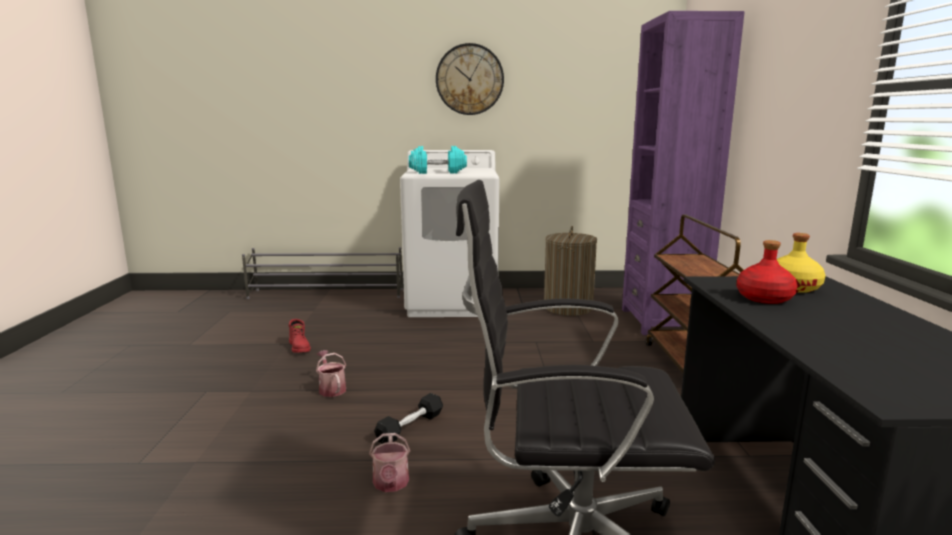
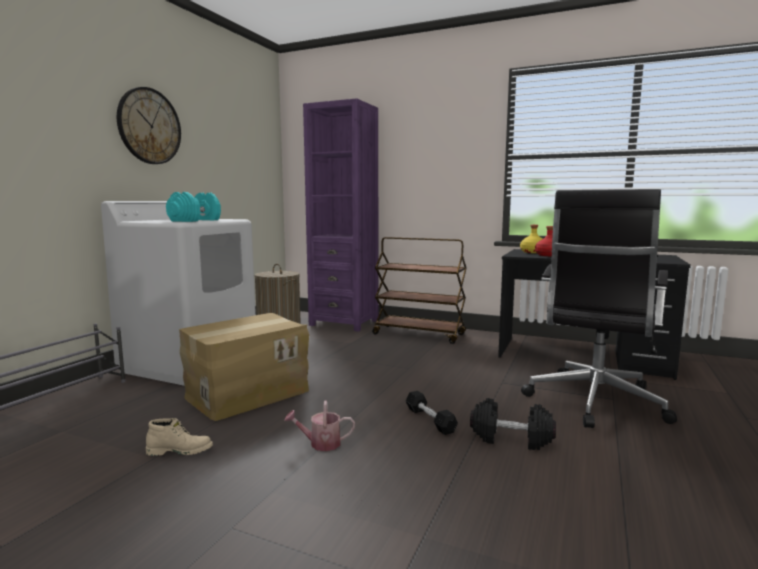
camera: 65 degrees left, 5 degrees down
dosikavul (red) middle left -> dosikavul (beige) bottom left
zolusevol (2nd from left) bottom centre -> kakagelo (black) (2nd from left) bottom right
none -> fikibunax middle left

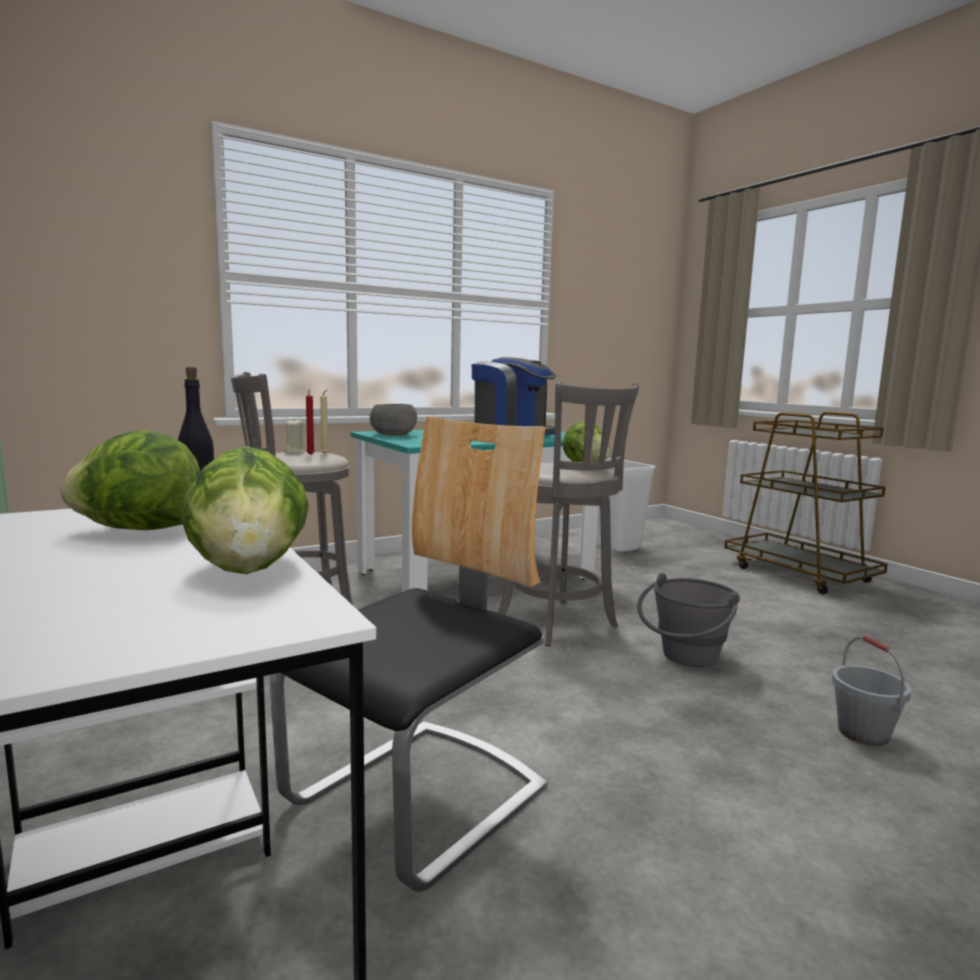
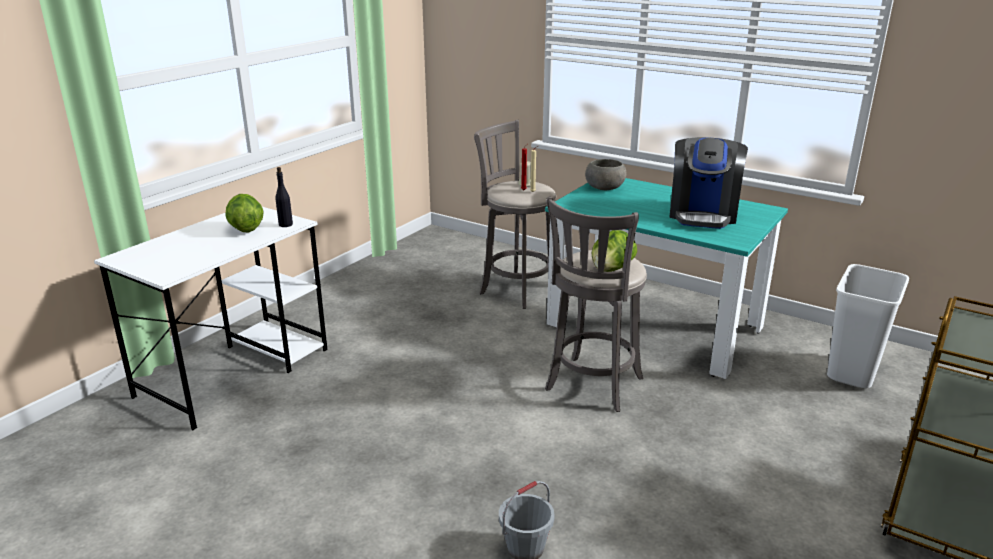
camera: 65 degrees right, 15 degrees up
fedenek (2nd from left) middle left -> none
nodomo bottom centre -> none
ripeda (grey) (1st from left) middle right -> none

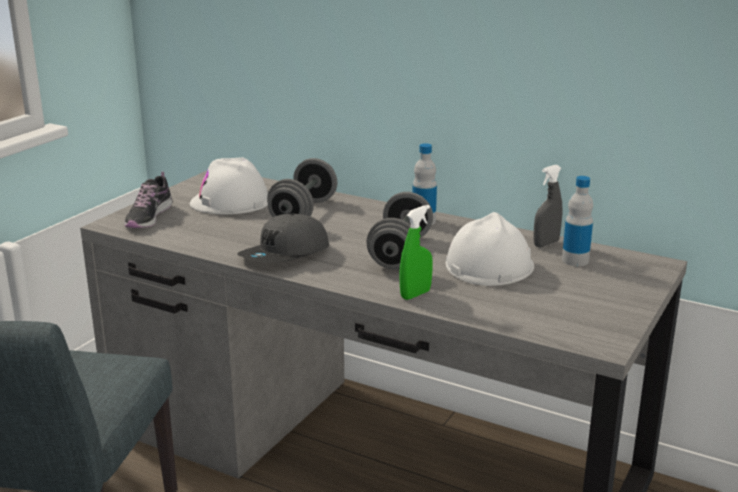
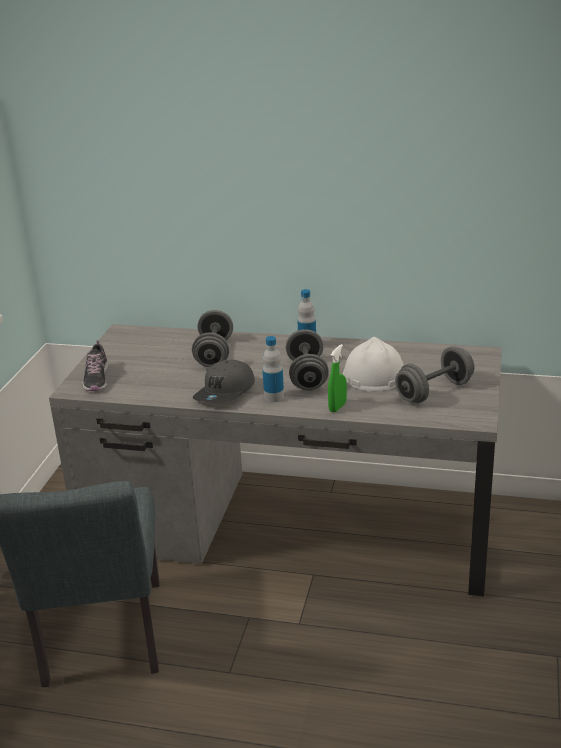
camera: 15 degrees left, 5 degrees up
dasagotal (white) (1st from left) middle left -> none
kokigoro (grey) middle right -> none
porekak (2nd from left in the first image) middle right -> porekak (1st from left) centre, moved
none -> kakagelo (grey) (3rd from left) middle right

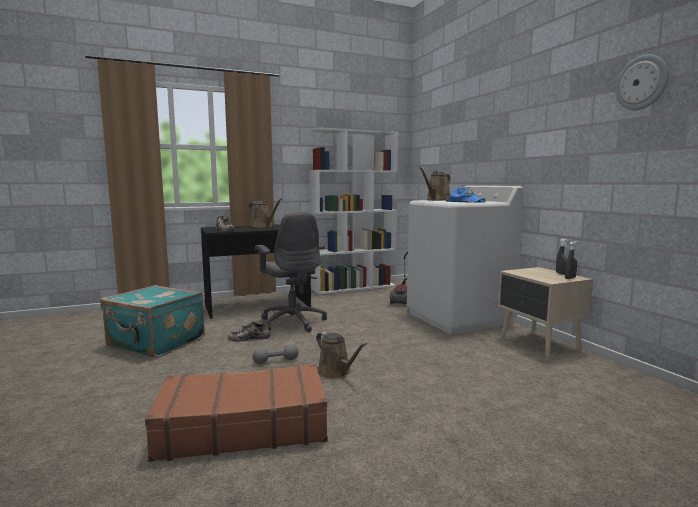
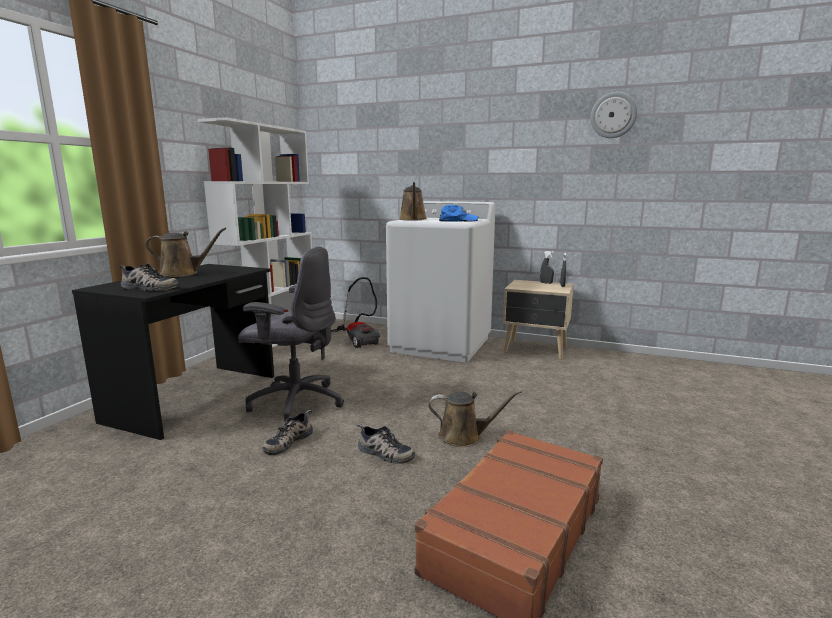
camera: 45 degrees left, 5 degrees up
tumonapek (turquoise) middle left -> none
kakagelo (grey) bottom centre -> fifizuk (3rd from left) bottom centre

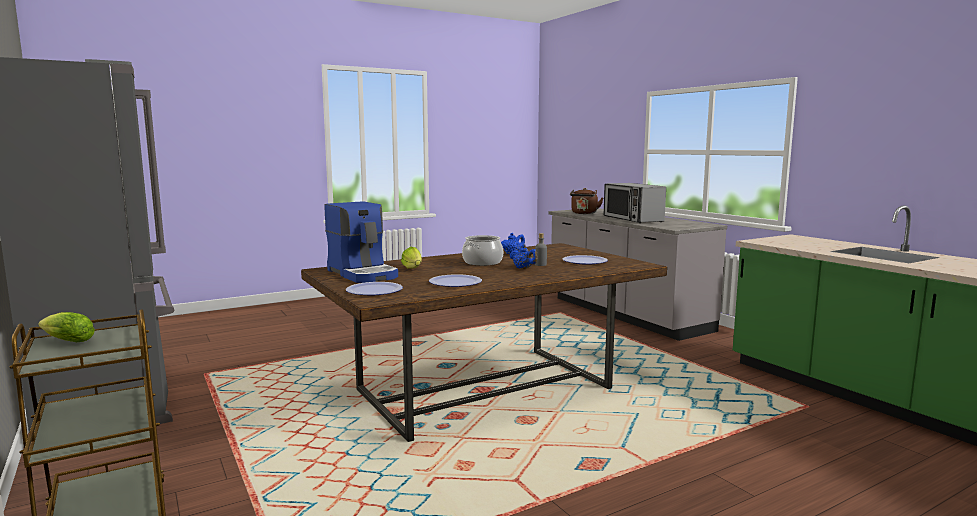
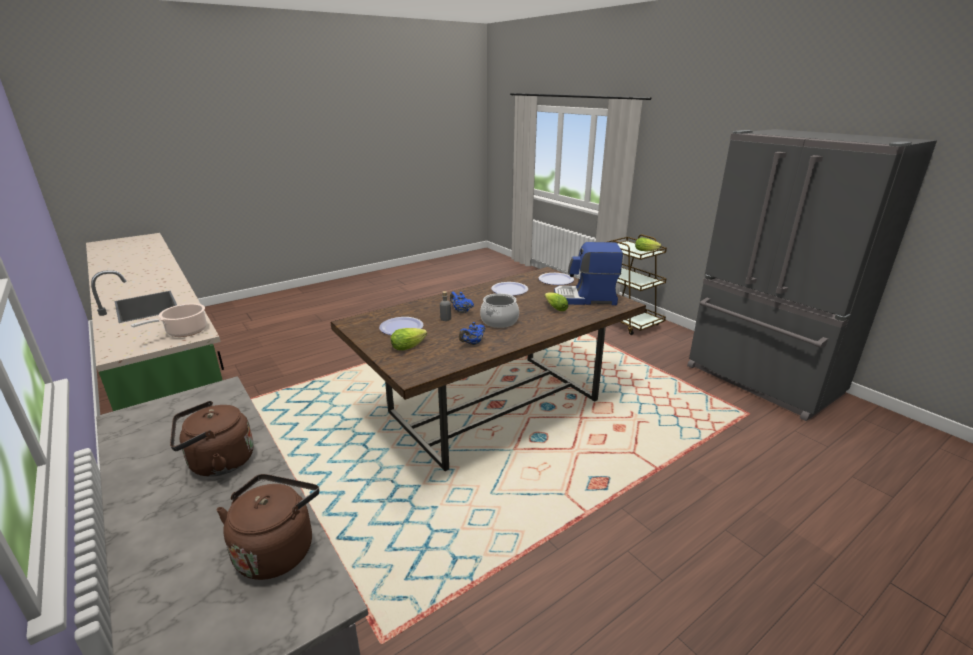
camera: 175 degrees right, 15 degrees up
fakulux centre, 45 degrees counterclockwise
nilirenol centre -> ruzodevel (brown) (1st from left) bottom left
none -> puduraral (1st from left) middle left
none -> fedenek (1st from left) centre

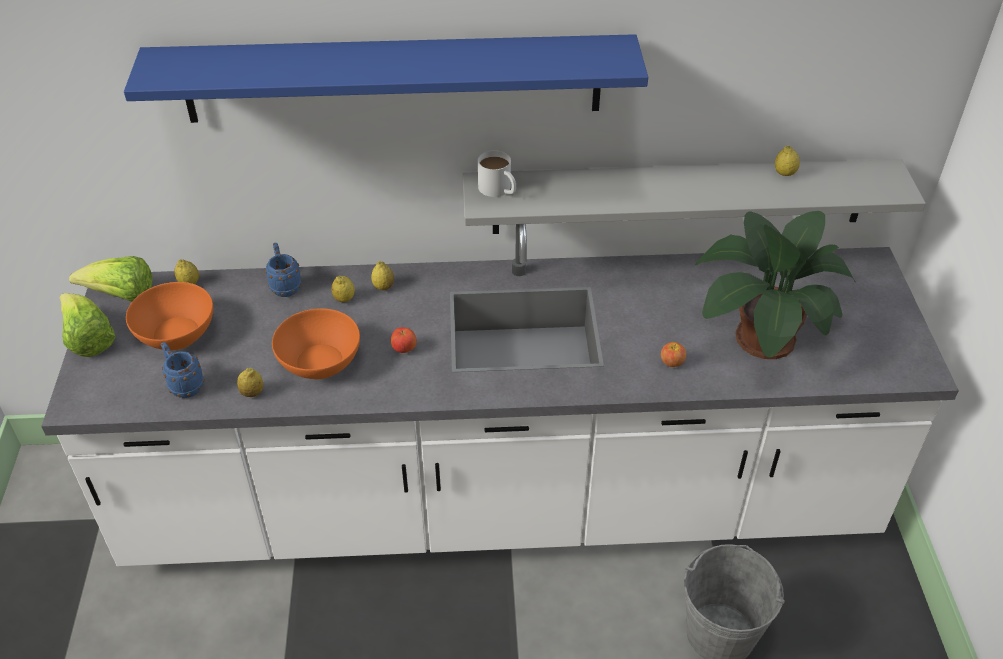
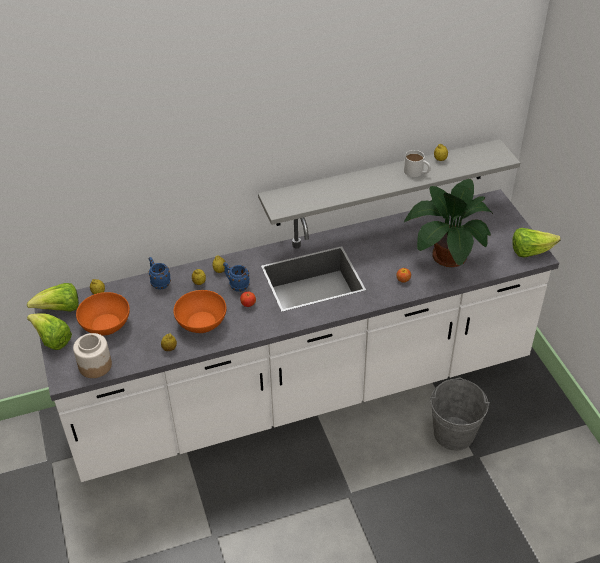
camera: 15 degrees left, 0 degrees up
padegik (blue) top centre -> none
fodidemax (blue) (1st from left in the first image) middle left -> fodidemax (blue) (2nd from left) centre, moved
fodidemax (white) top centre -> fodidemax (white) top right, moved
none -> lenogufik middle left
none -> fedenek (3rd from left) middle right

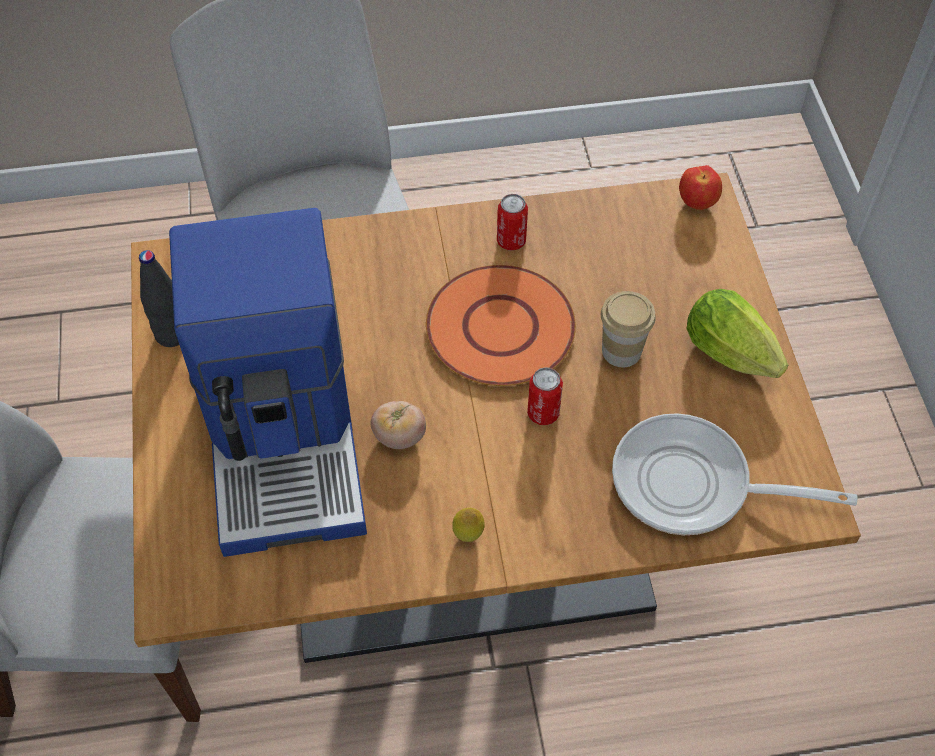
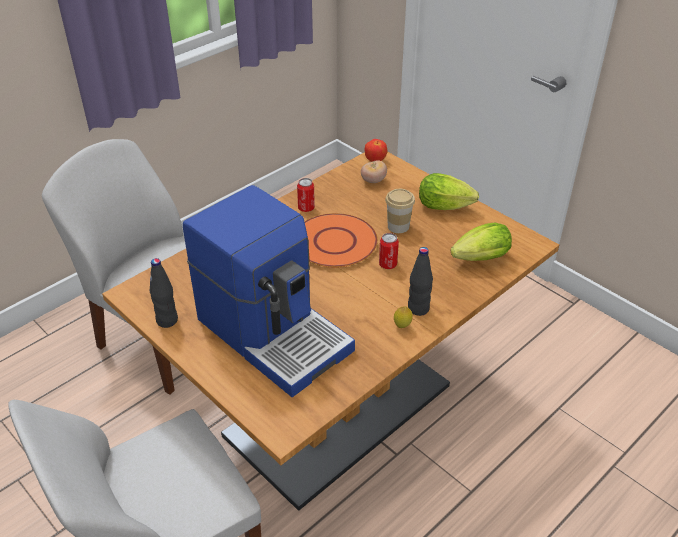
camera: 35 degrees left, 15 degrees down
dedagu centre -> dedagu top centre, moved
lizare middle right -> fedenek (2nd from left) middle right
none -> porekak (black) (2nd from left) centre

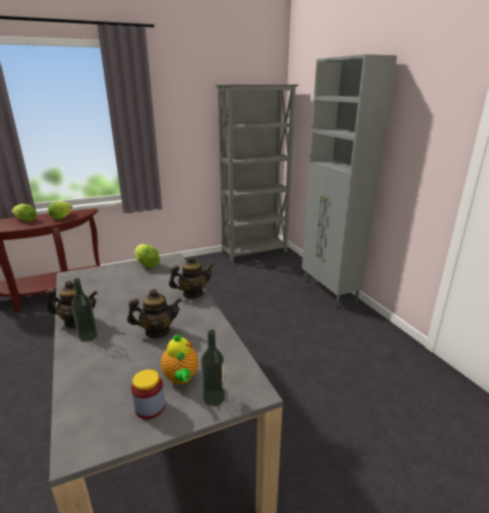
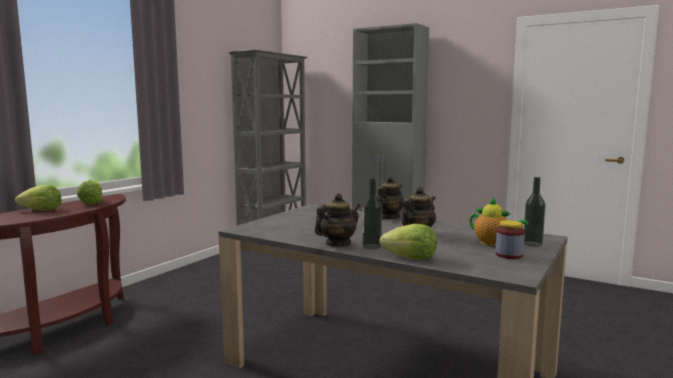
camera: 35 degrees left, 15 degrees down
fedenek (3rd from left) middle left -> fedenek (3rd from left) centre, moved

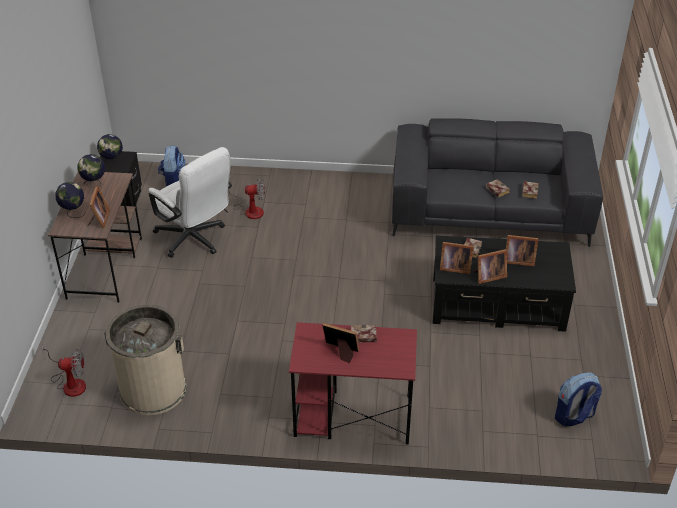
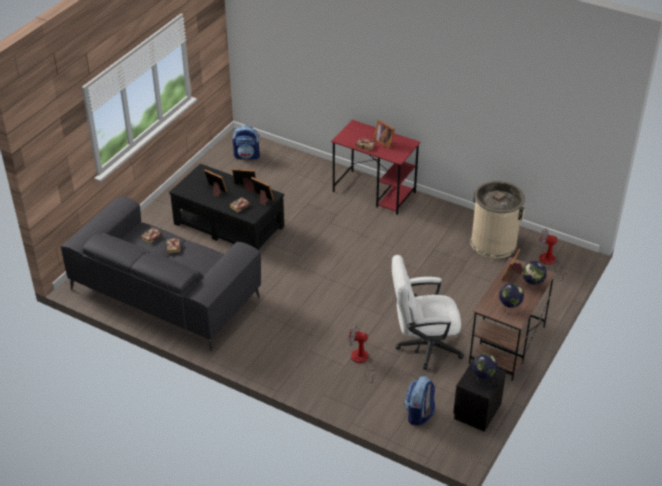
camera: 155 degrees left, 0 degrees up
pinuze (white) middle left -> pinuze (white) centre, 75 degrees counterclockwise

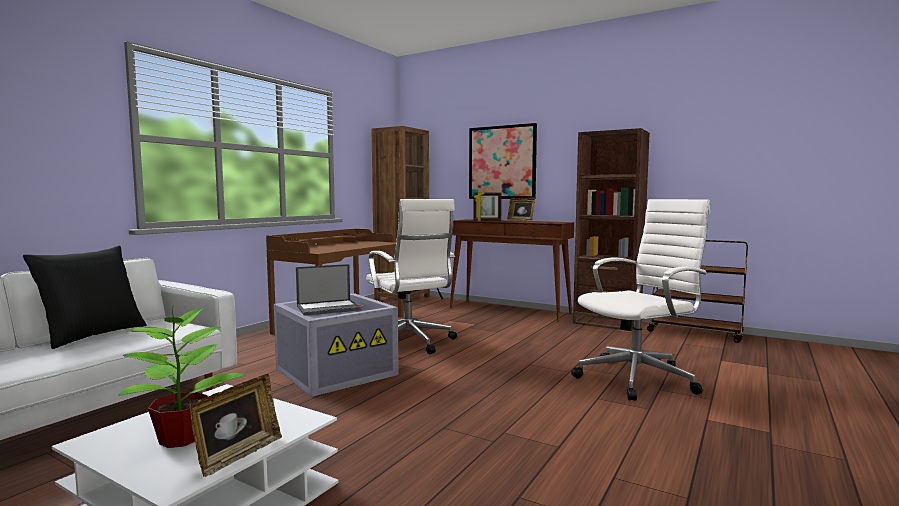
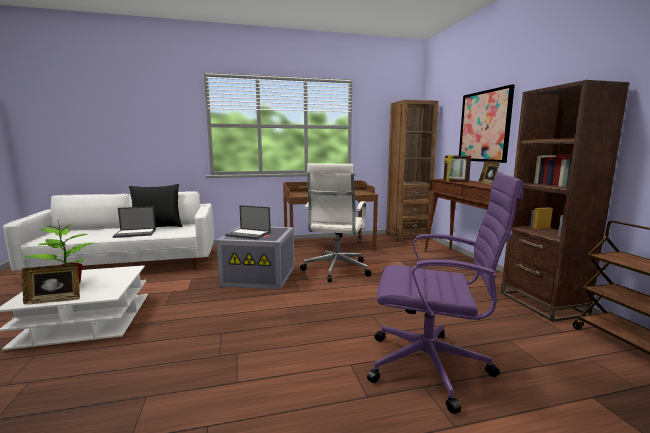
camera: 45 degrees right, 5 degrees up
pinuze (white) (2nd from left) middle right -> pinuze (purple) bottom right
none -> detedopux (1st from left) middle left

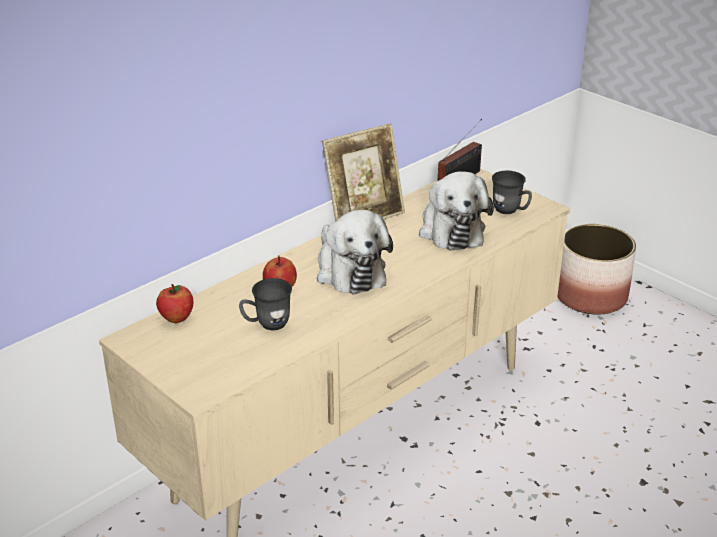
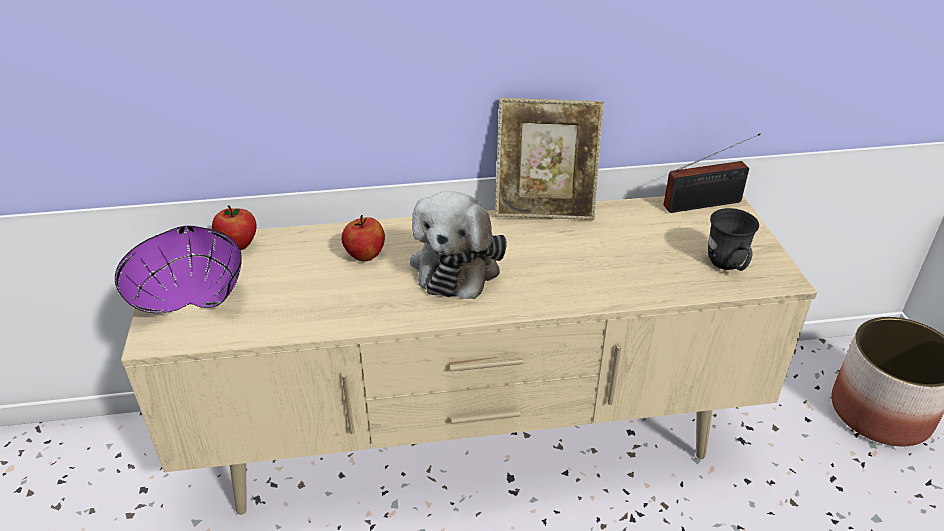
camera: 35 degrees right, 5 degrees up
fodidemax (grey) (1st from left) centre -> none
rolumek (2nd from left) centre -> none
none -> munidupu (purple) middle left

